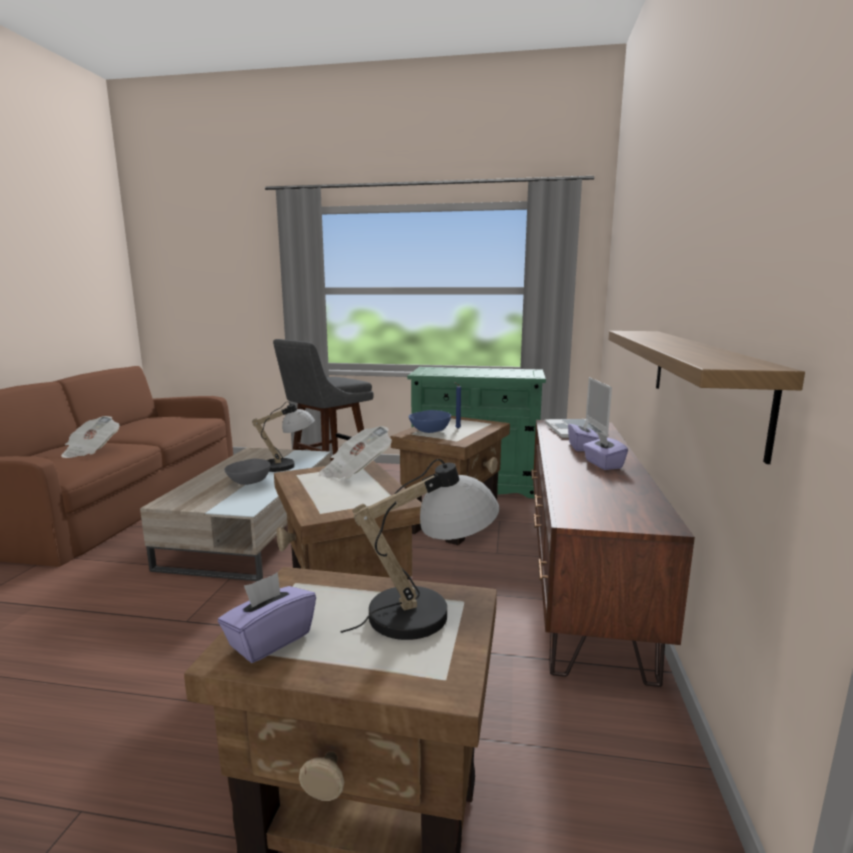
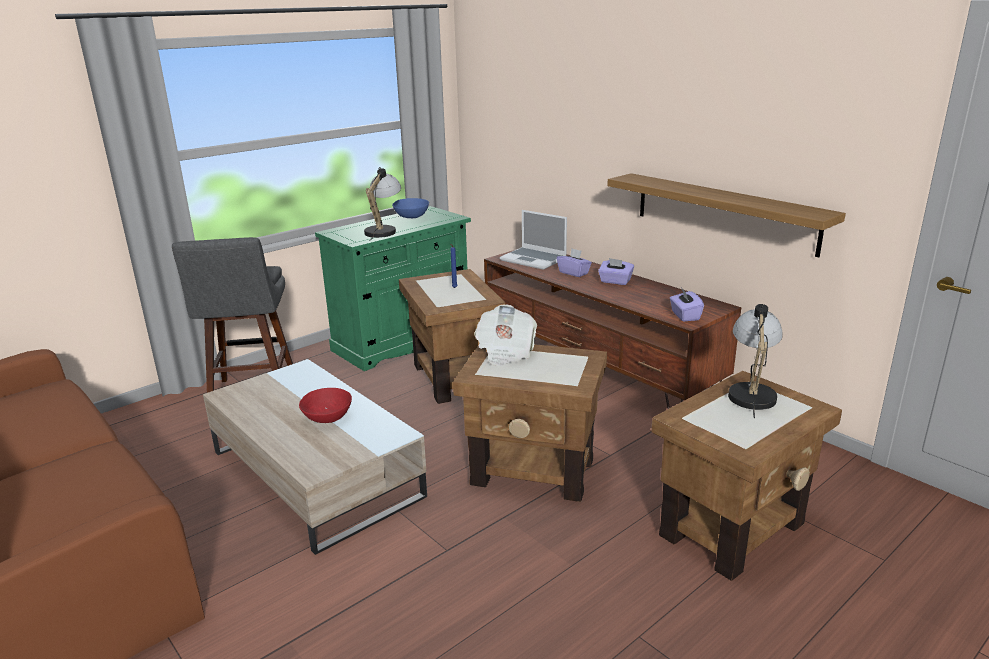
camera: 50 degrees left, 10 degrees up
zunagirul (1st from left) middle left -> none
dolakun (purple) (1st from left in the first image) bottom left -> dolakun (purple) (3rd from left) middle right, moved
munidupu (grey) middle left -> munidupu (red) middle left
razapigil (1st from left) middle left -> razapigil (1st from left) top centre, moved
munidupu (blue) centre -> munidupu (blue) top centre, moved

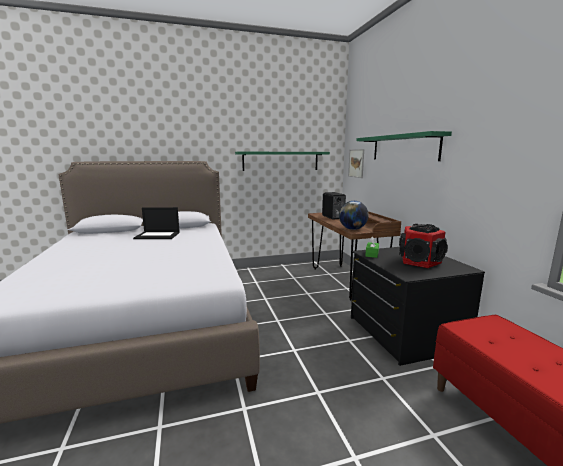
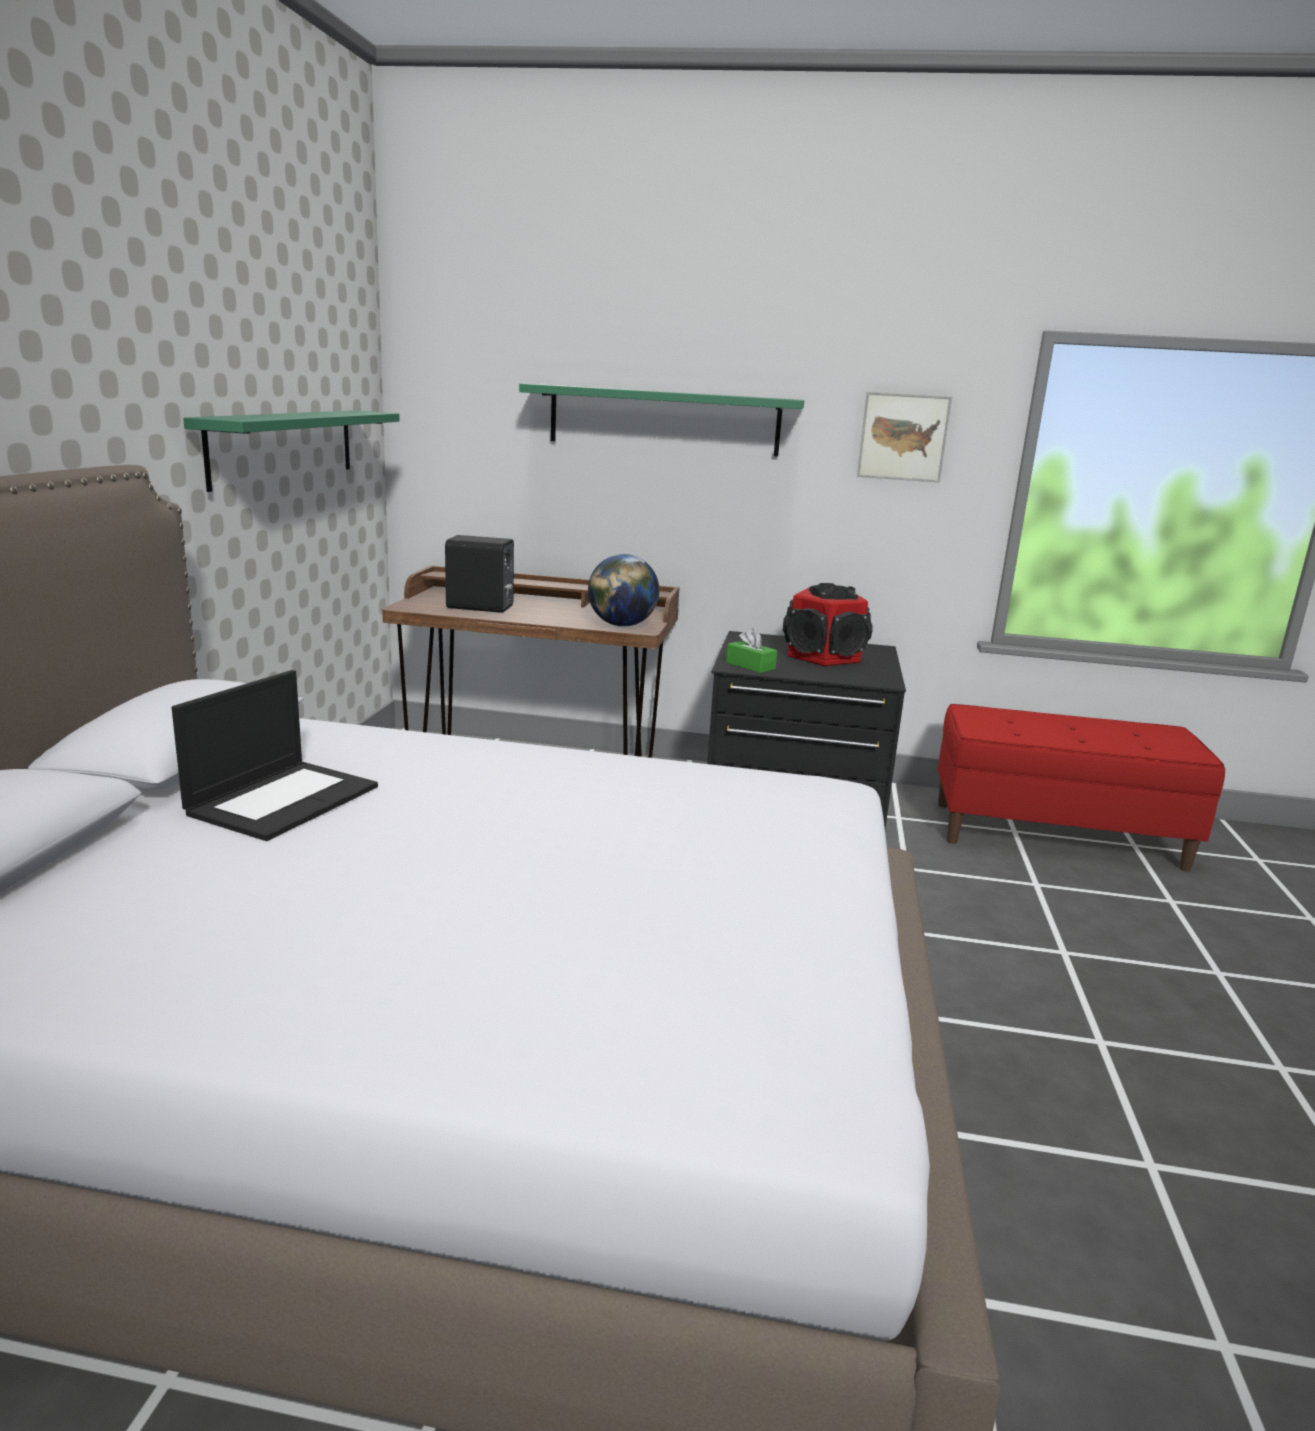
camera: 65 degrees left, 5 degrees up
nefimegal centre -> nefimegal top right, moved

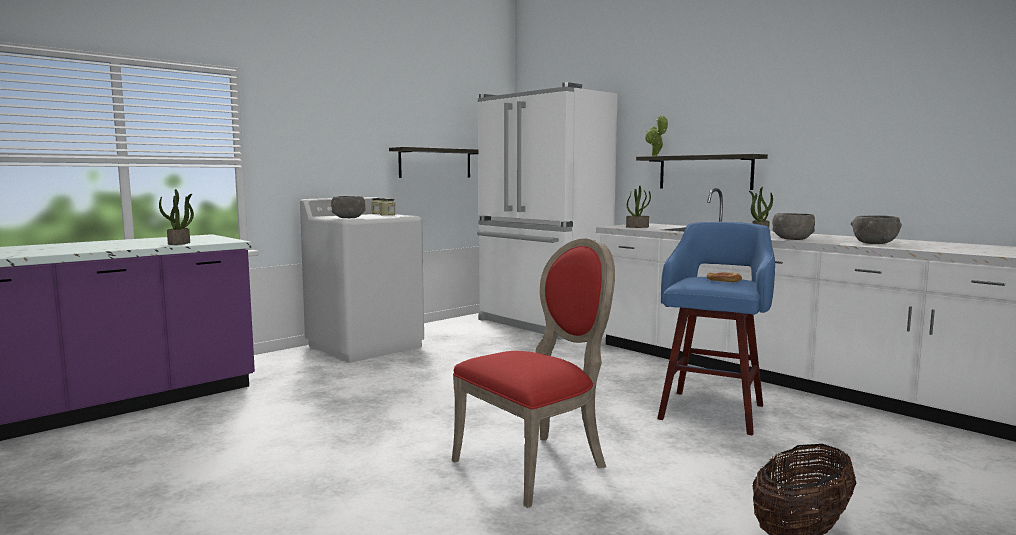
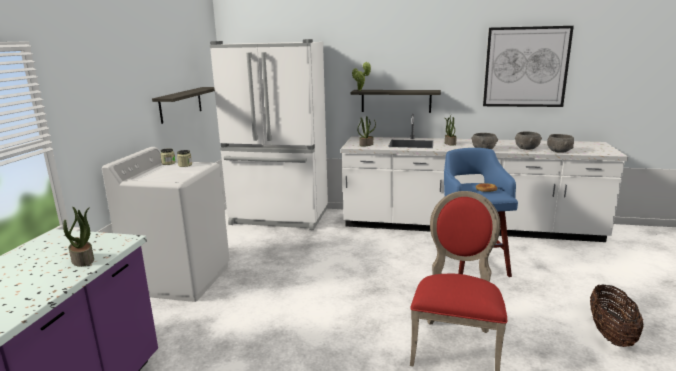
camera: 35 degrees left, 10 degrees up
munidupu (grey) (1st from left in the first image) centre -> munidupu (grey) (3rd from left) middle right, moved
none -> nefimegal top right

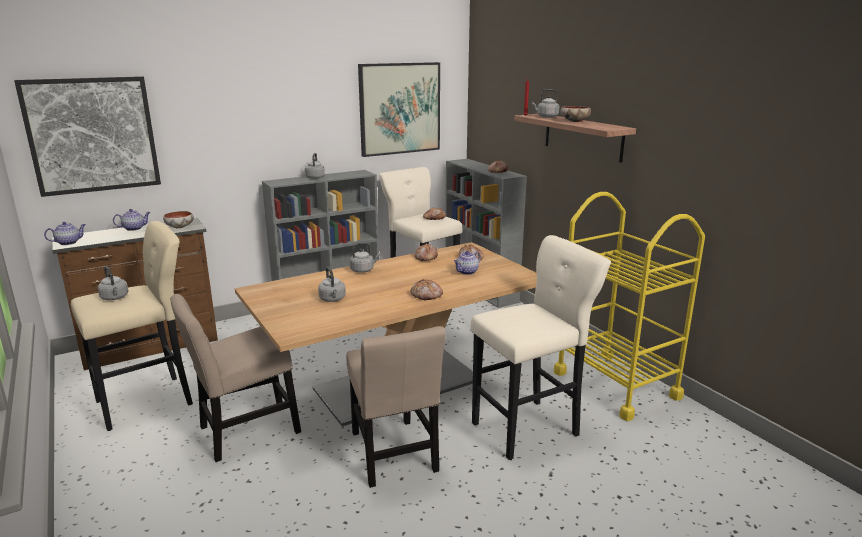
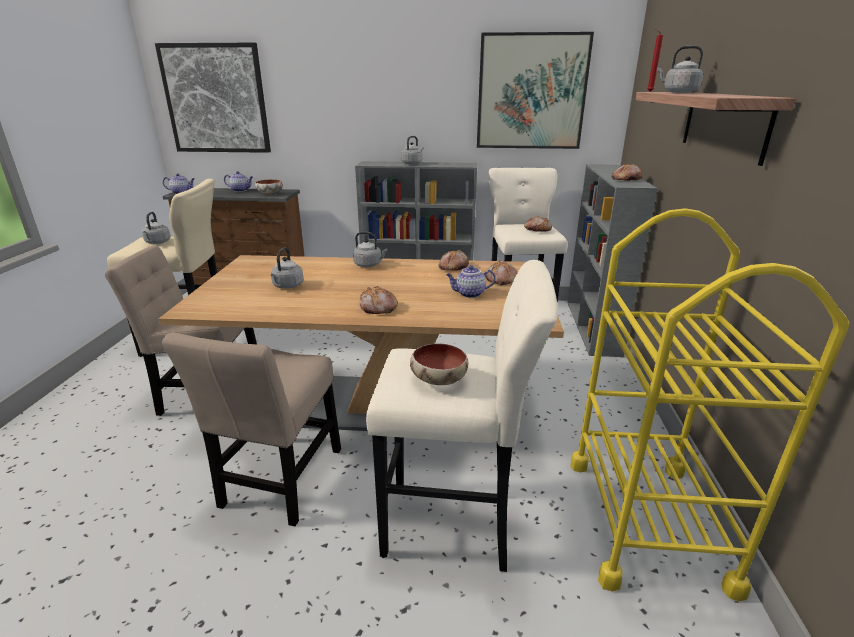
camera: 35 degrees right, 5 degrees up
munidupu (2nd from left) top right -> munidupu (2nd from left) centre, moved

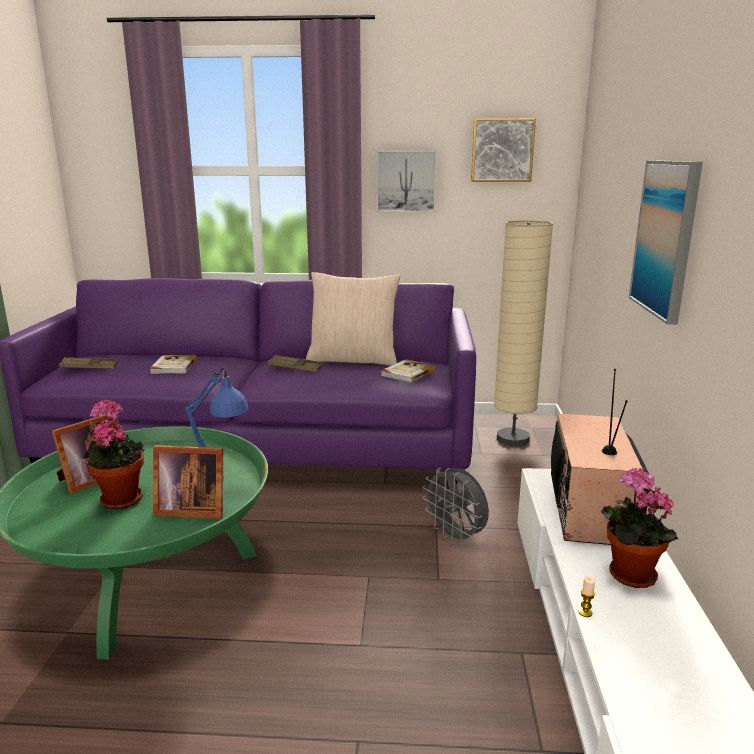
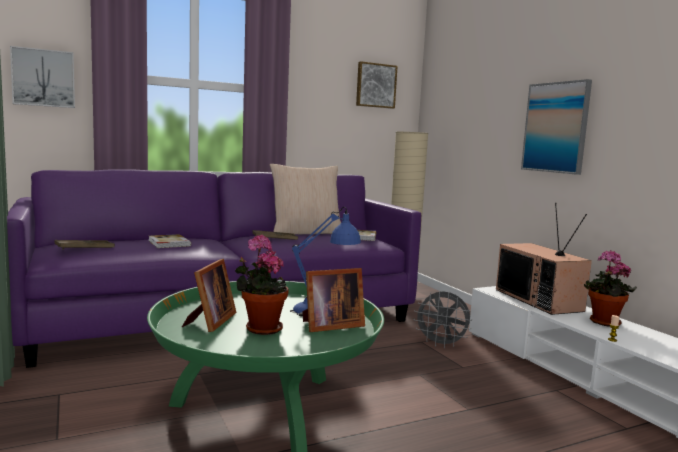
camera: 30 degrees left, 10 degrees down
nefimegal (1st from left) top centre -> nefimegal (1st from left) top left, moved

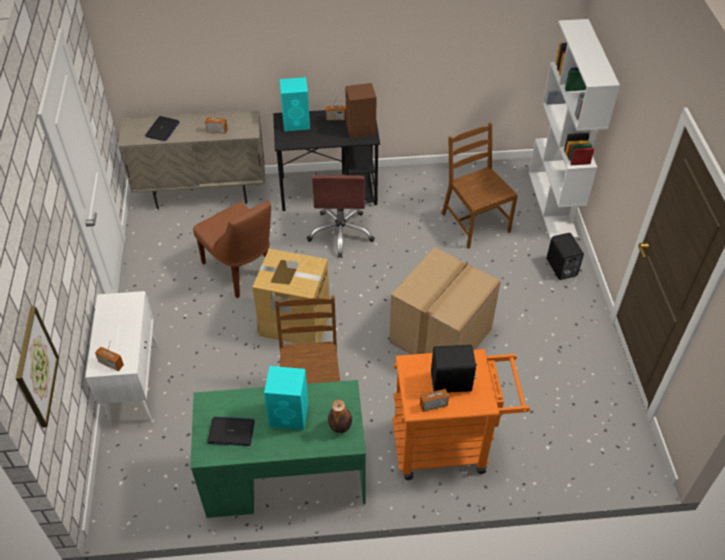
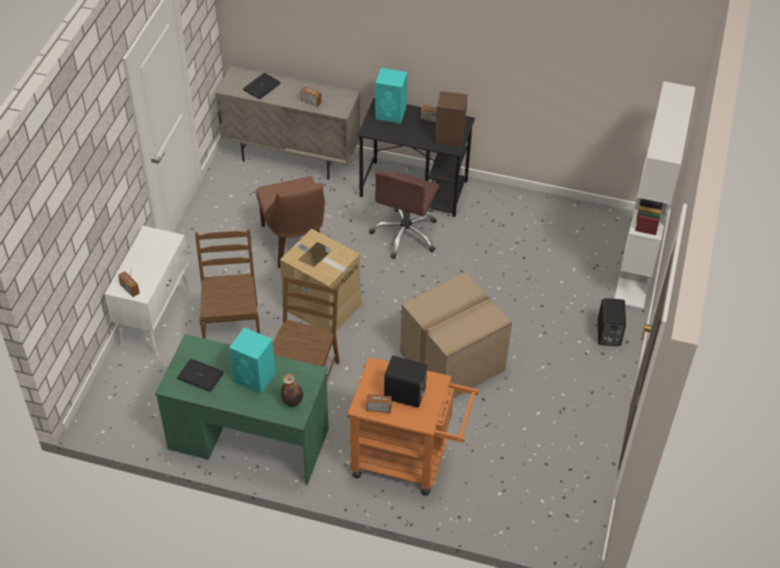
camera: 20 degrees right, 0 degrees up
nefimegal middle left -> none
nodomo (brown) (3rd from left in the first image) top centre -> nodomo (brown) (1st from left) middle left, moved

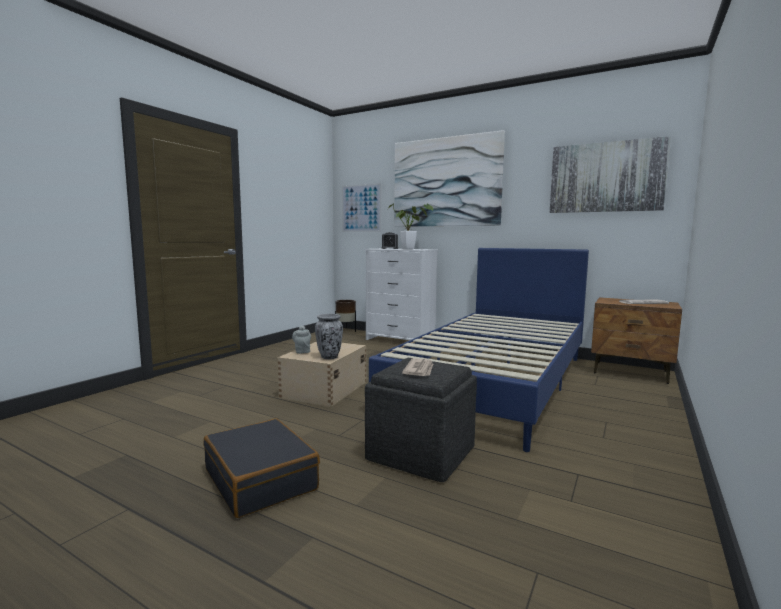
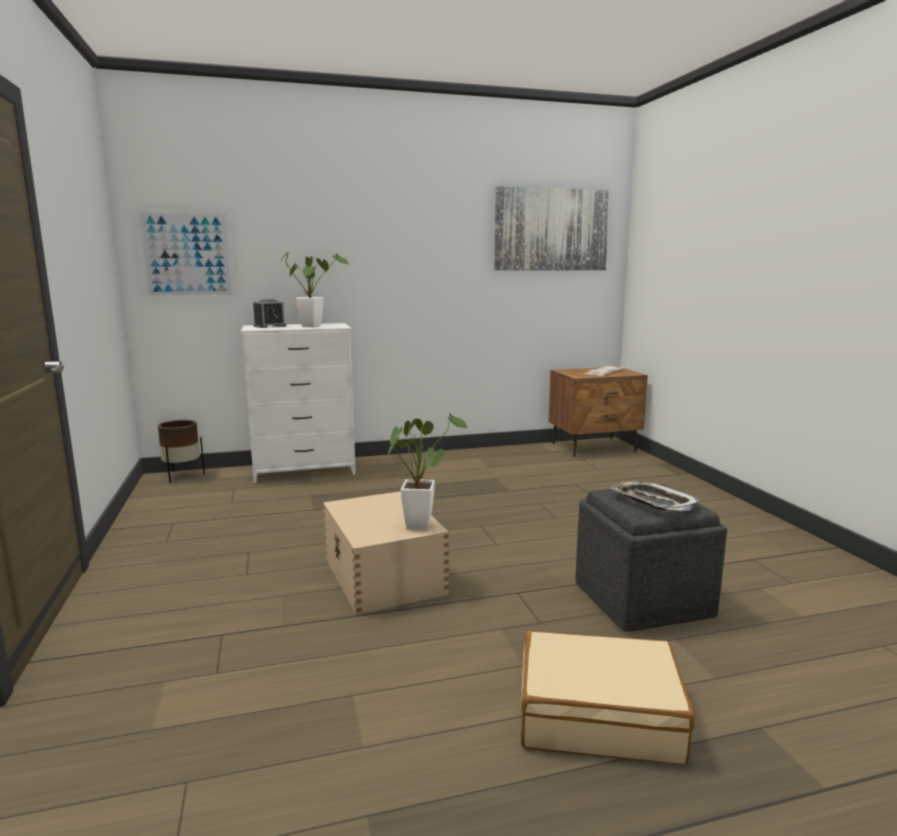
camera: 45 degrees left, 5 degrees up
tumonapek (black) bottom centre -> tumonapek (beige) bottom right
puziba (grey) centre -> none
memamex centre -> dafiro (2nd from left) centre
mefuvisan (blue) centre -> none
nefimegal (2nd from left) top centre -> none
zunagirul (1st from left) centre -> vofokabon middle right

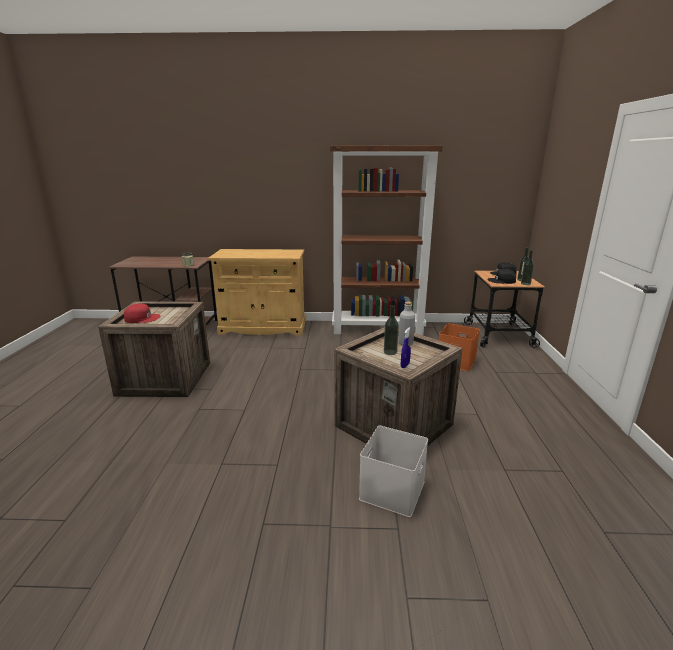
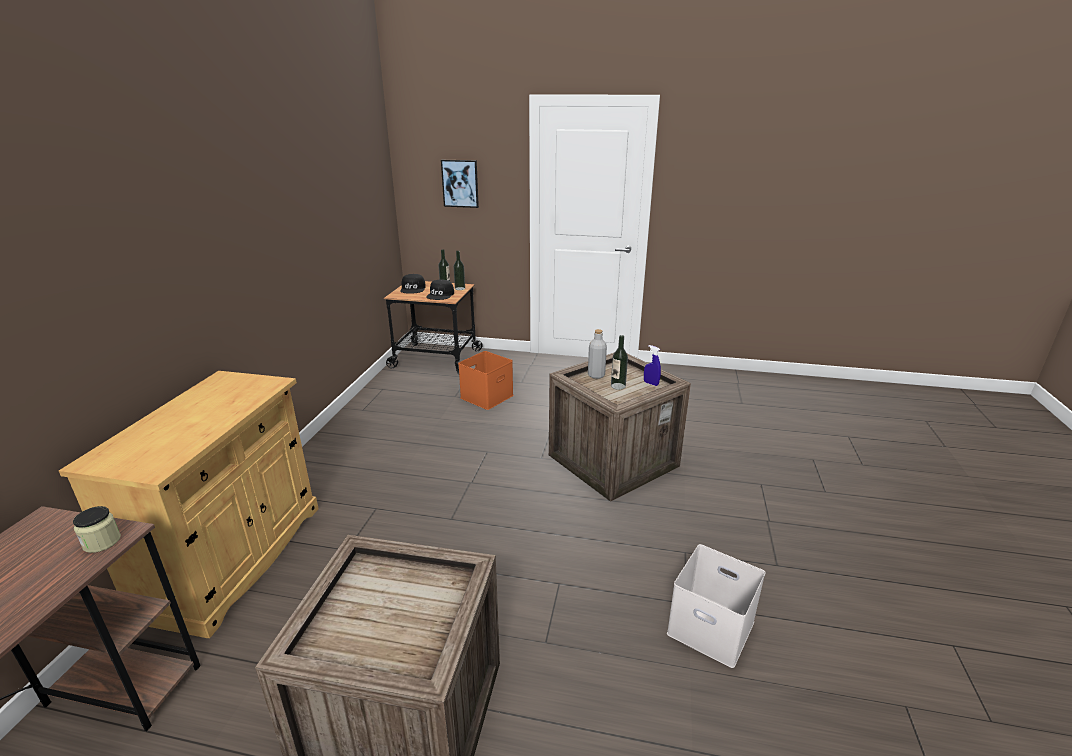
camera: 80 degrees left, 5 degrees up
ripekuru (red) middle left -> none
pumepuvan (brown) centre -> none
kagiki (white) bottom centre -> kagiki (white) bottom right, moved
none -> nefimegal top centre

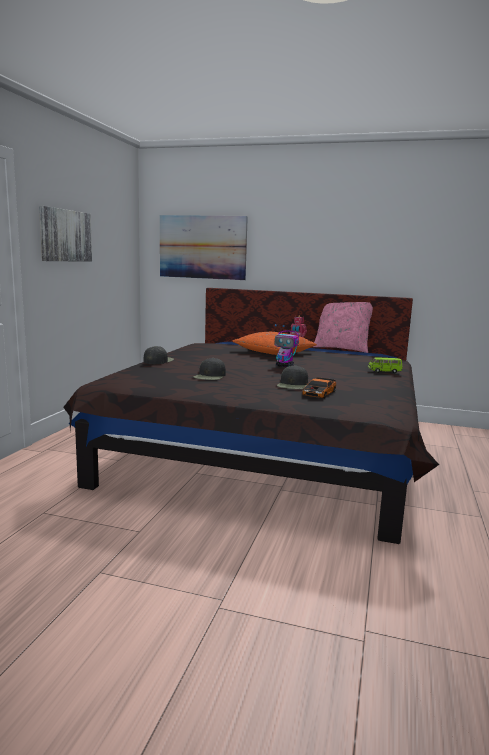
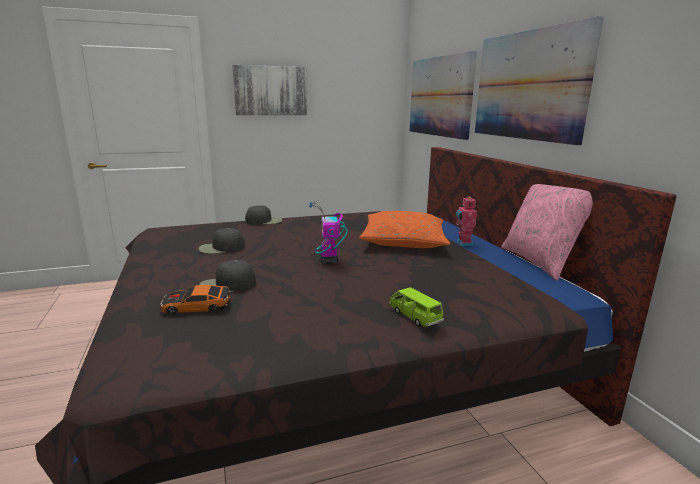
camera: 55 degrees right, 5 degrees up
none -> nefimegal (3rd from left) top right

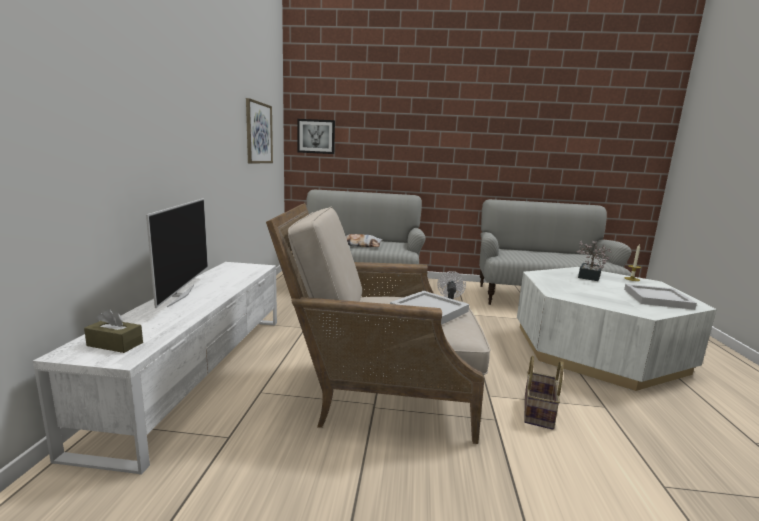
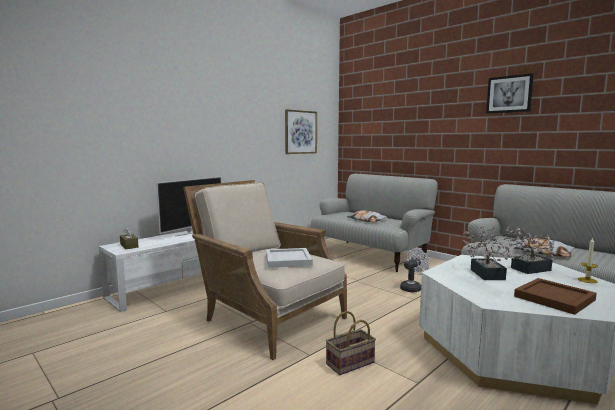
camera: 40 degrees right, 5 degrees down
nefimegal (2nd from left) top centre -> nefimegal (2nd from left) top right, moved
vofokabon (white) (2nd from left) middle right -> vofokabon (brown) bottom right
none -> dafiro (1st from left) middle right
none -> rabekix (2nd from left) middle right

